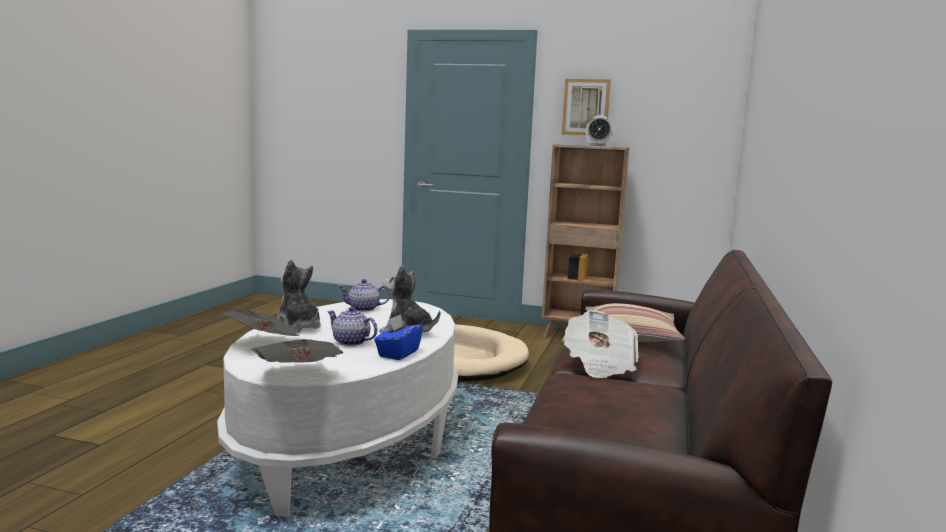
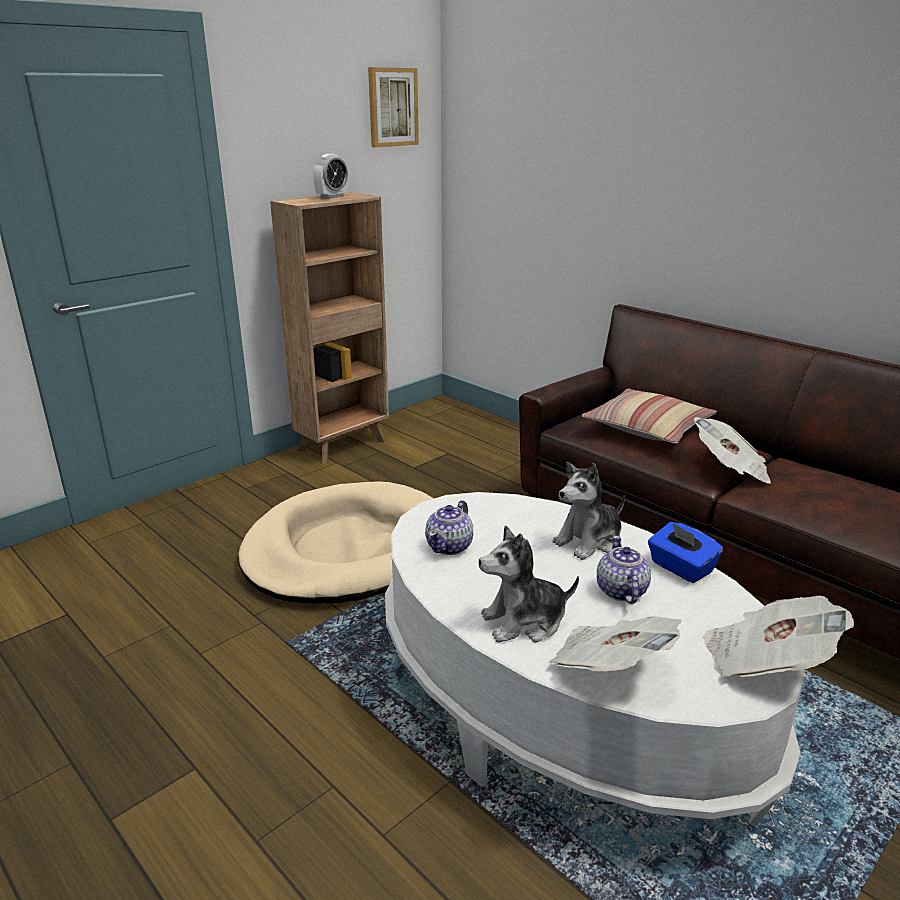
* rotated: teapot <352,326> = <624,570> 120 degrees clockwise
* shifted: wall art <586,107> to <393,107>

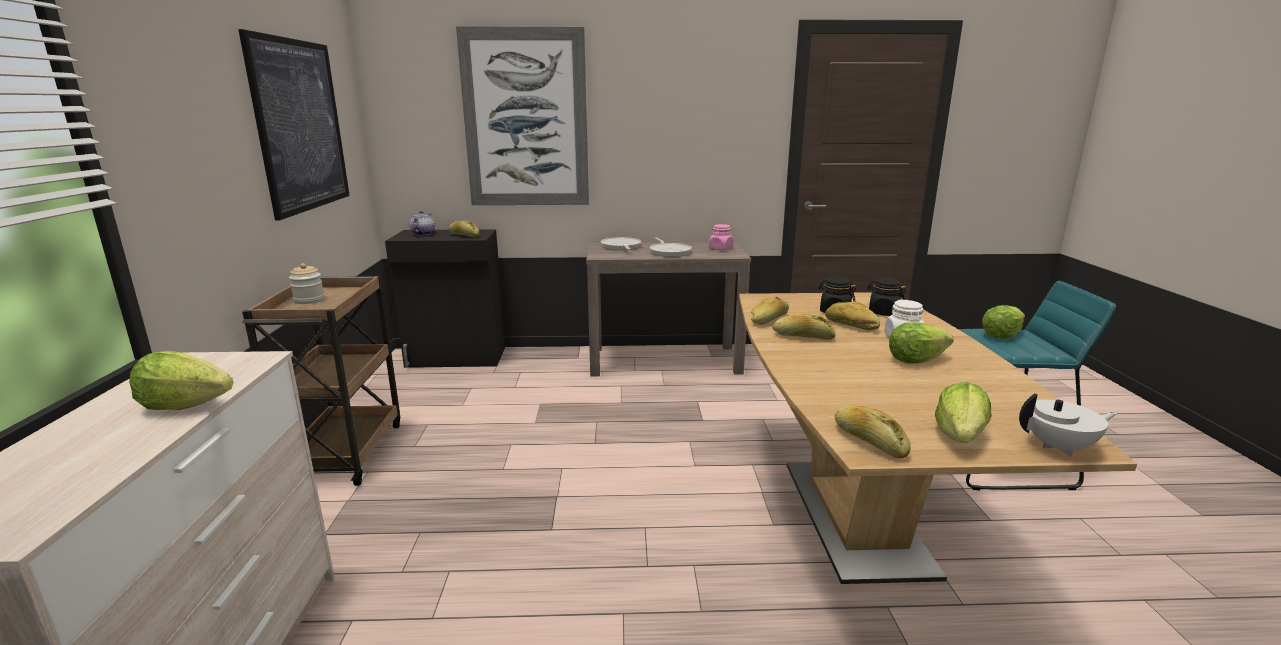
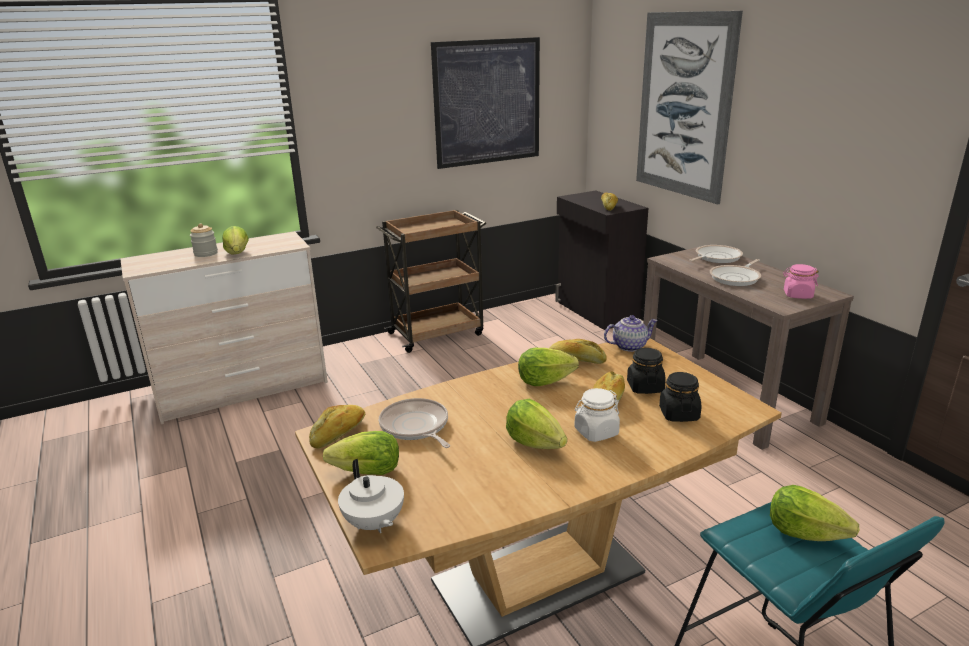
* shifted: preserve jar <306,283> to <204,240>
* shifted: teapot <422,223> to <631,333>
* swapped: bakery bread <803,327> to lettuce <548,367>
* new: frying pan <414,423>

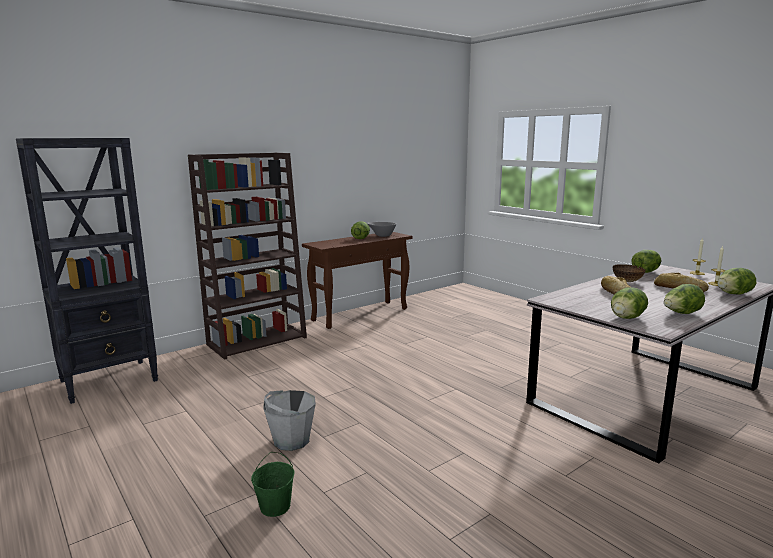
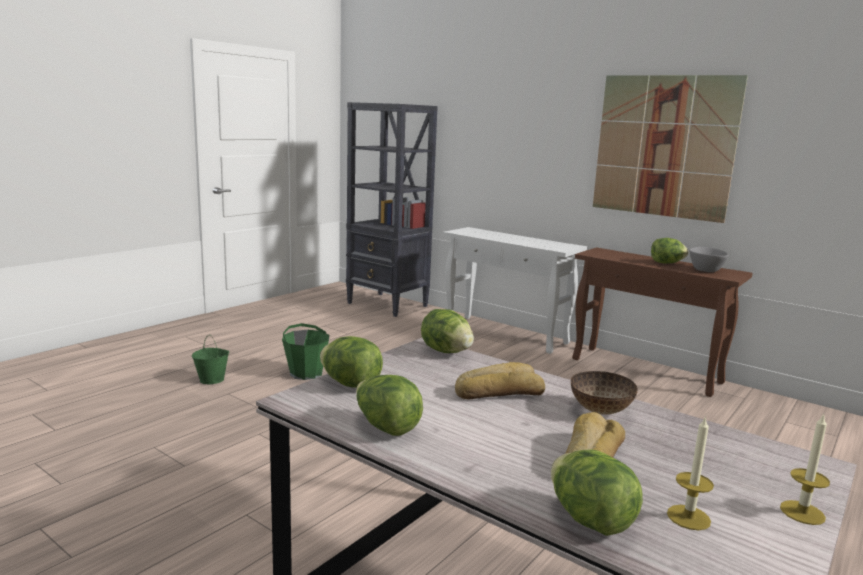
* swapped: brownish shelving unit <247,256> to white narrow table <515,290>
* repainted: gray bucket <289,420> to green-coloured bucket <306,351>
* shifted: lettuce <646,261> to <447,331>
* new: wall art <670,149>

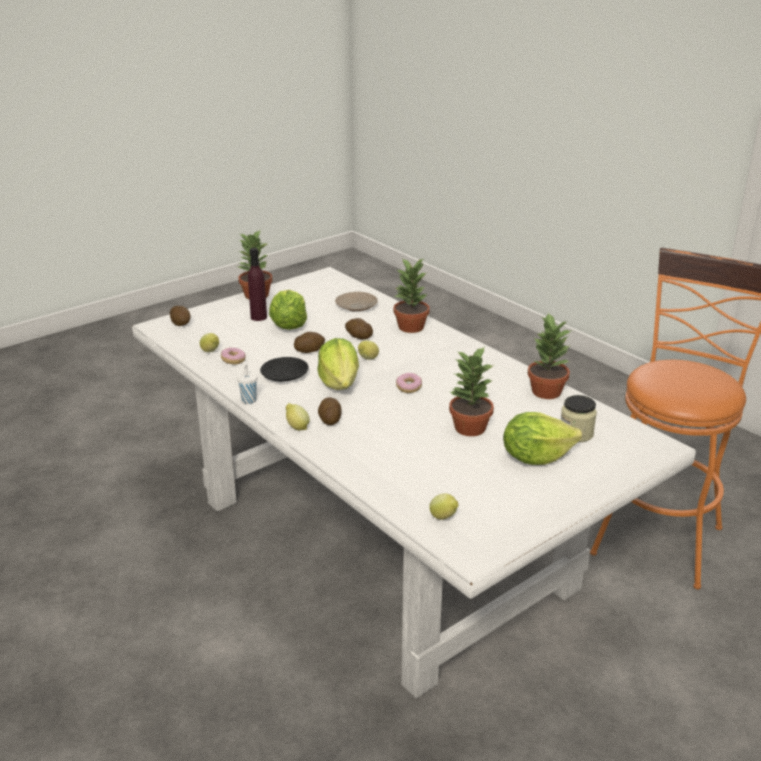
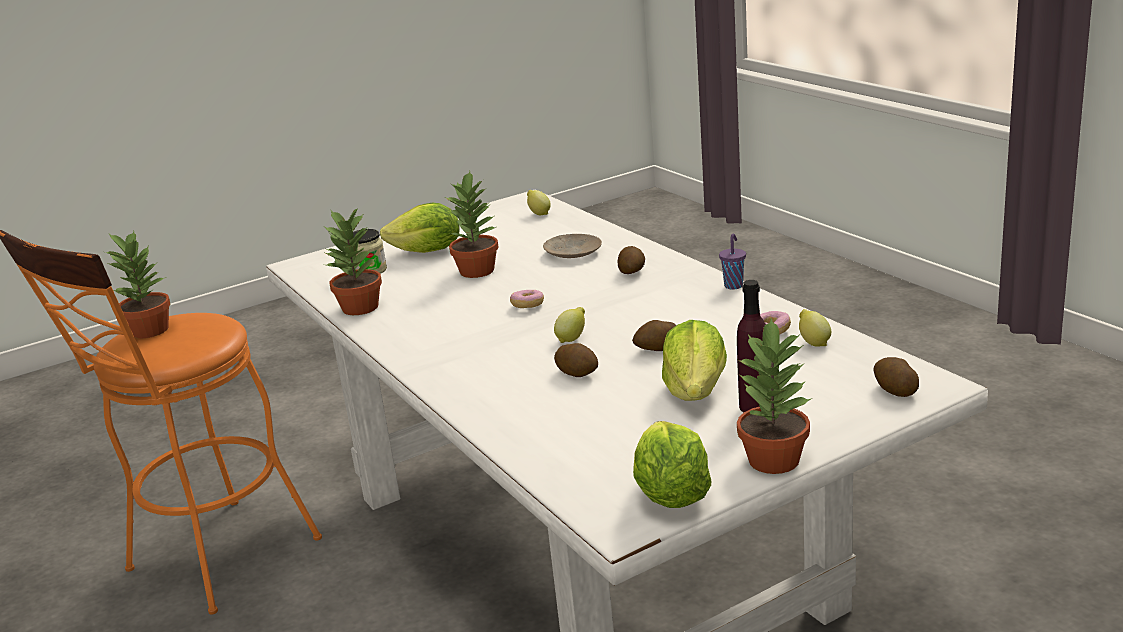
* repainted: white small cup <247,384> to purple-coloured small cup <732,261>
* gone: black flat dish <284,369>
* gone: citrus fruit <298,416>
* shifted: lettuce <338,364> to <672,464>
* shifted: sand-coloured flat dish <356,301> to <572,246>
* shifted: plant in a pot <411,295> to <138,284>

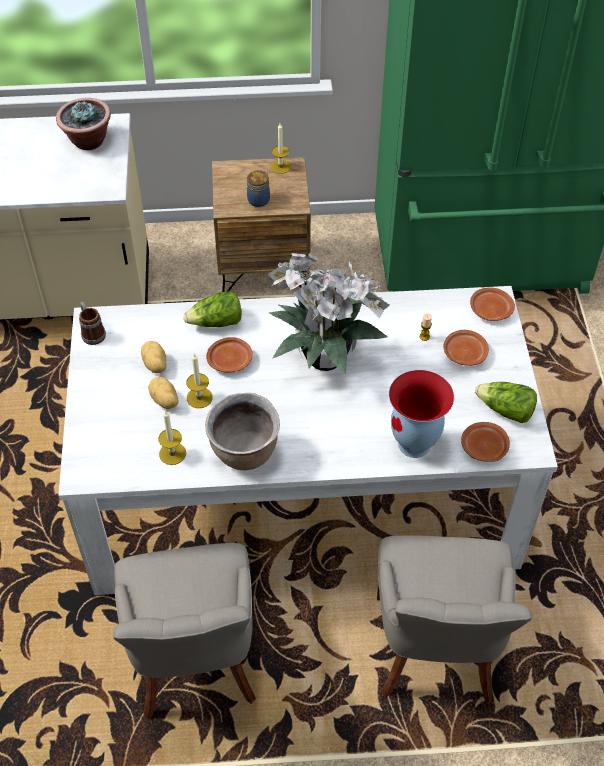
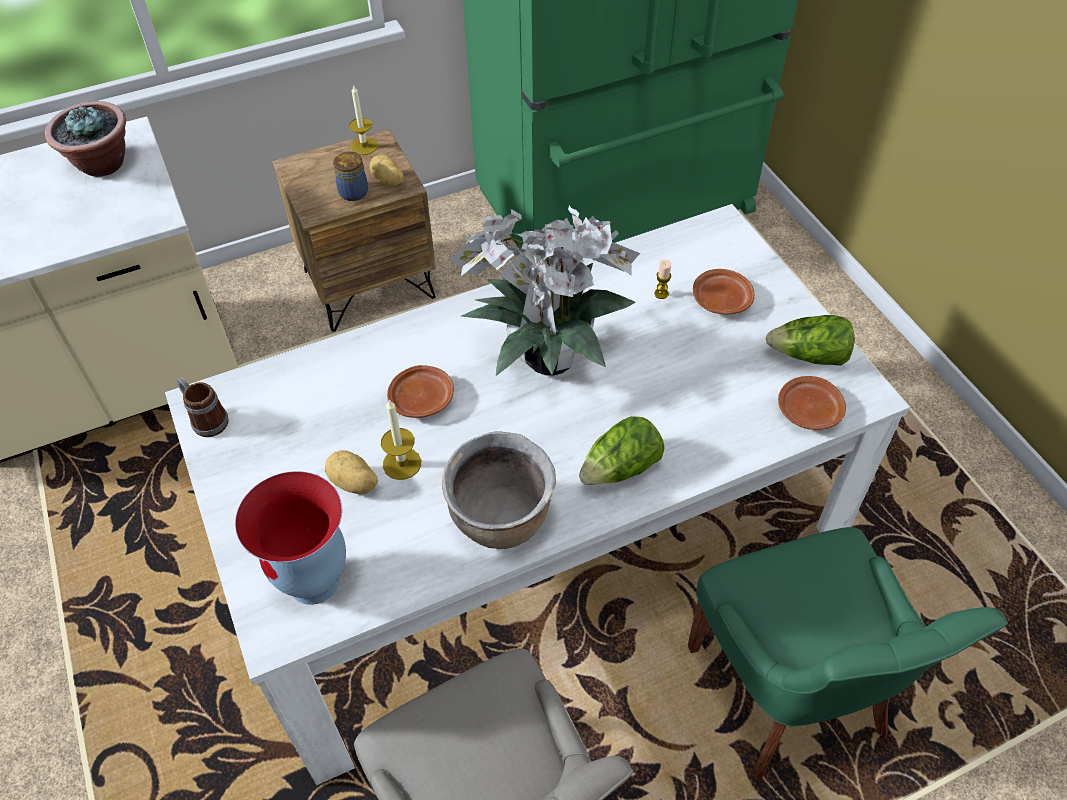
* shifted: whole potato <153,357> to <386,170>
* gone: candle <172,437>
* shifted: lettuce <212,309> to <622,450>
* repainted: gray chair <454,619> to green-coloured chair <848,653>
* shifted: decorative vase <421,414> to <290,538>
* gone: brownish flat dish <492,304>

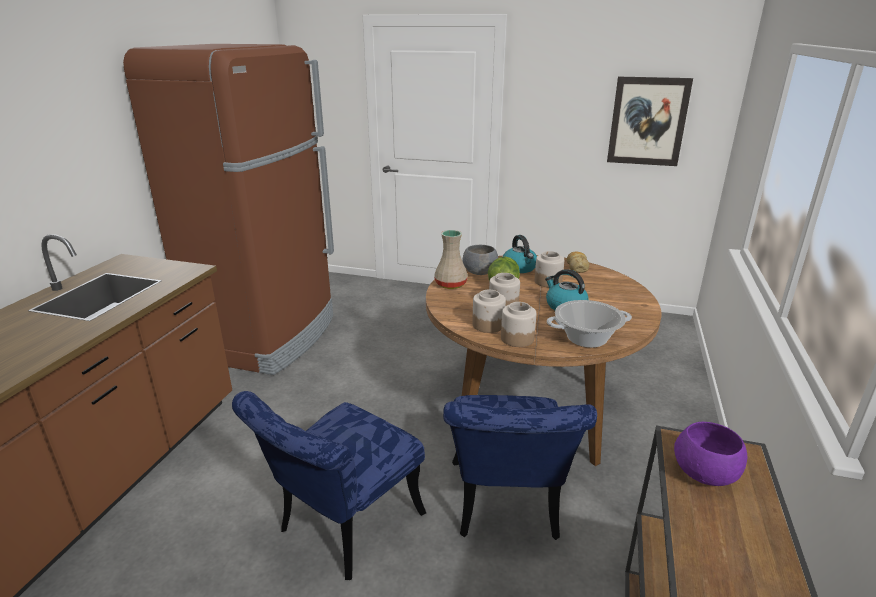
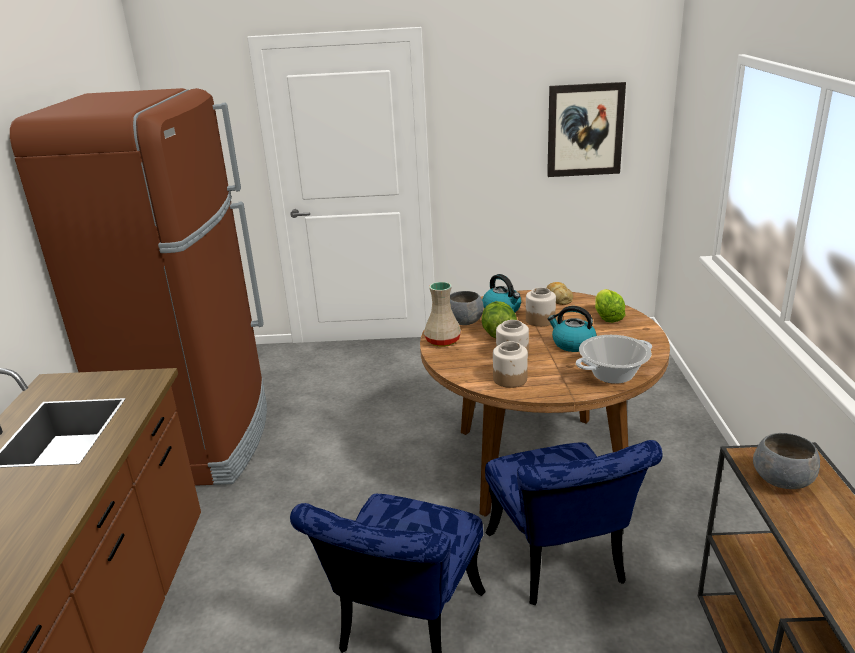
* gone: preserve jar <518,324>
* repainted: purple-coloured serving bowl <710,454> to gray serving bowl <786,461>
* new: lettuce <610,306>

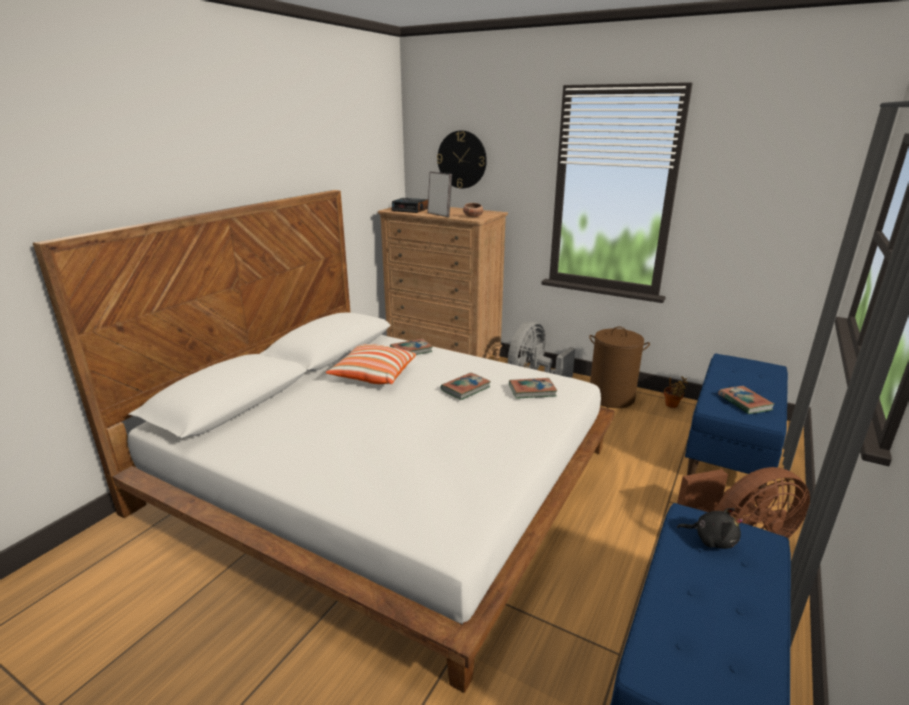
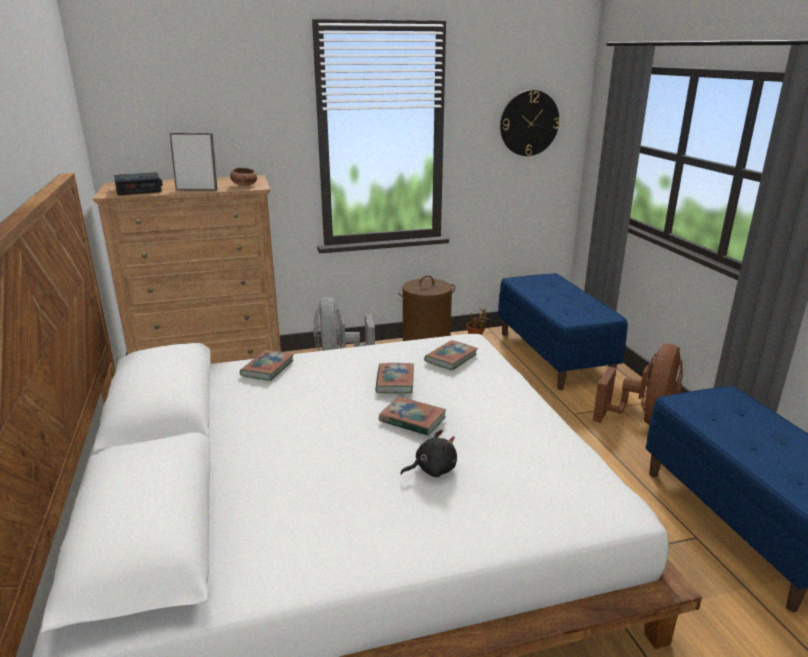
* gone: cushion <371,364>
* shifted: clock on the wall <462,159> to <530,123>
* shifted: black soft toy <710,528> to <428,453>
* shifted: bound book <746,400> to <412,416>

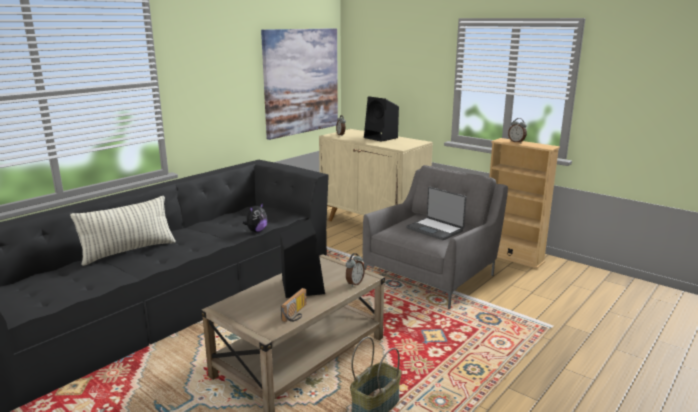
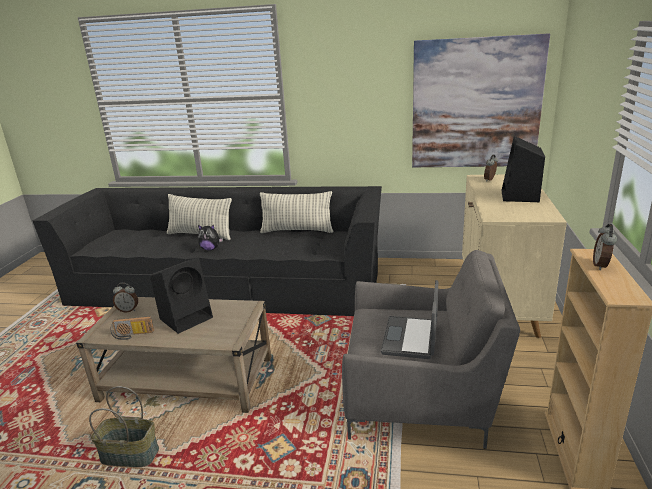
* shifted: soft toy <255,217> to <210,238>
* shifted: table clock <355,270> to <125,297>
* new: cushion <296,212>

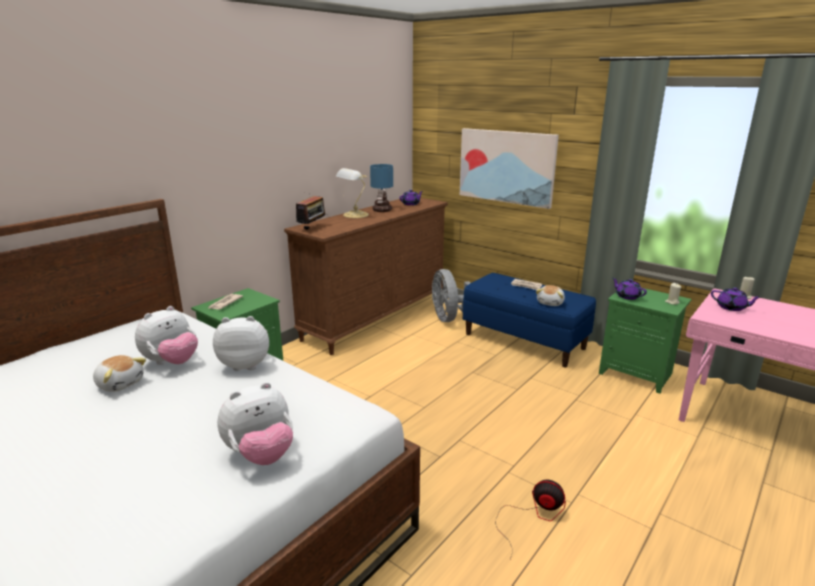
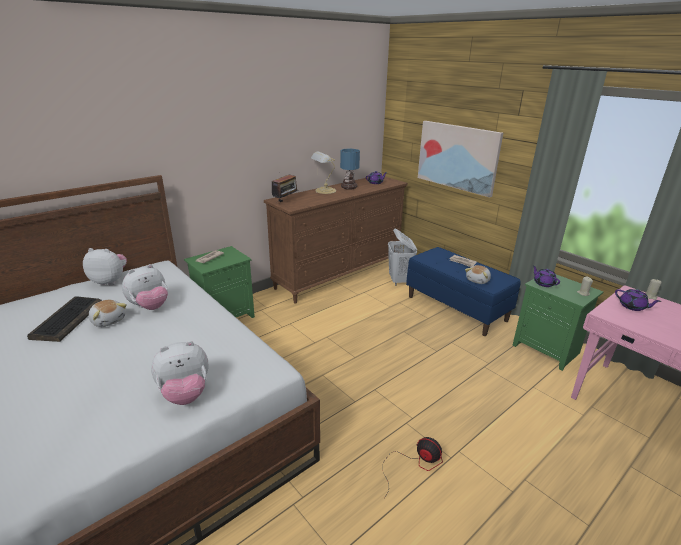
* shifted: soft toy <241,343> to <105,267>
* swapped: gray electric fan <451,295> to white hamper <402,257>
* new: computer keyboard <64,319>

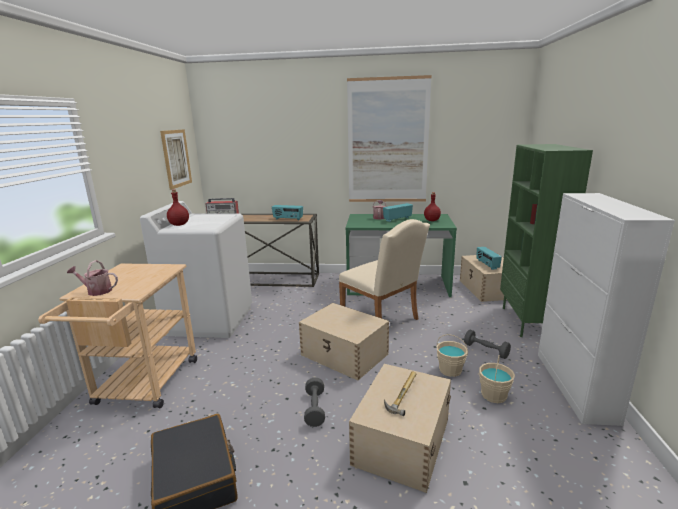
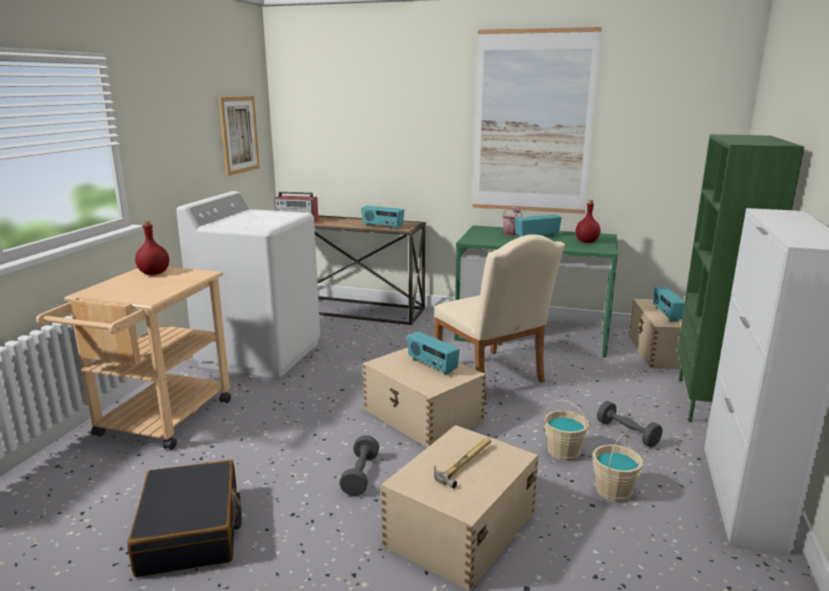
* gone: watering pot <92,278>
* shifted: red drink bottle <178,207> to <152,247>
* new: radio <433,353>

